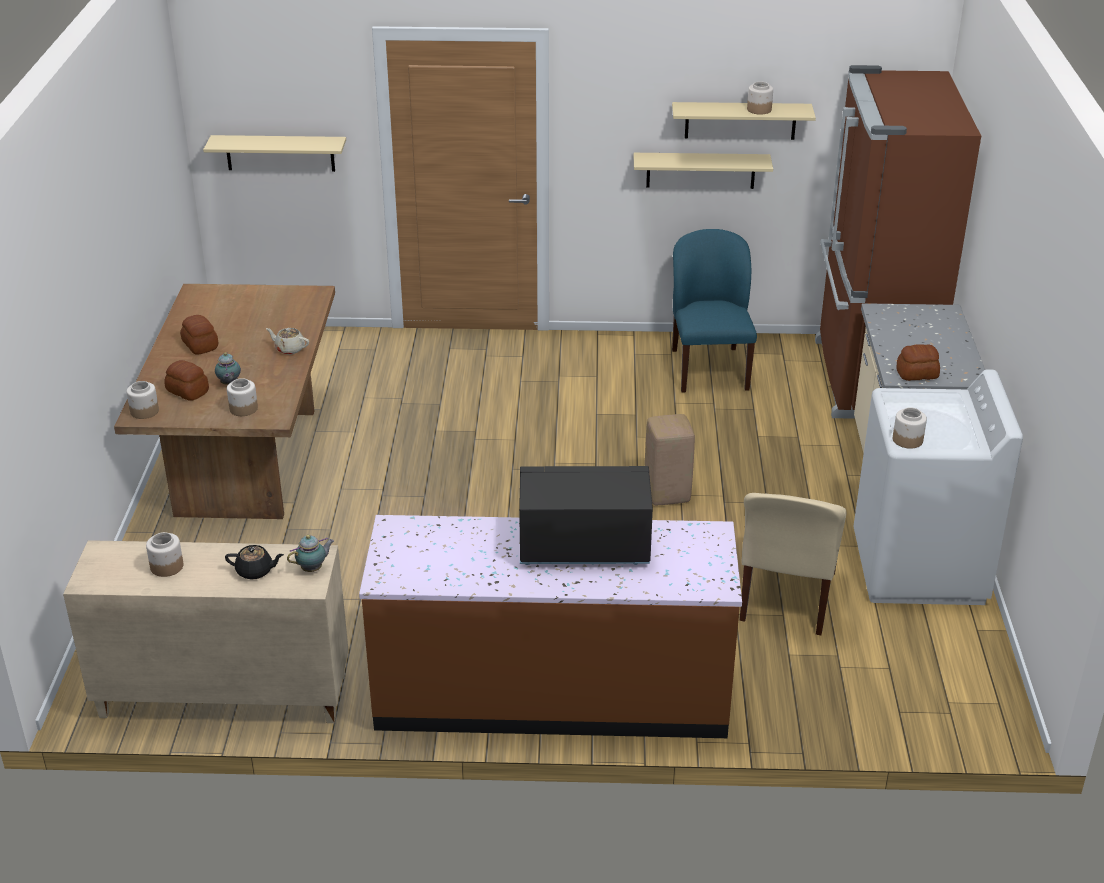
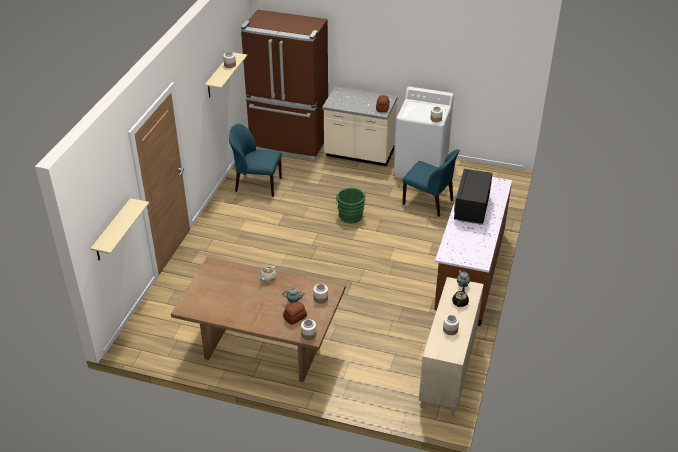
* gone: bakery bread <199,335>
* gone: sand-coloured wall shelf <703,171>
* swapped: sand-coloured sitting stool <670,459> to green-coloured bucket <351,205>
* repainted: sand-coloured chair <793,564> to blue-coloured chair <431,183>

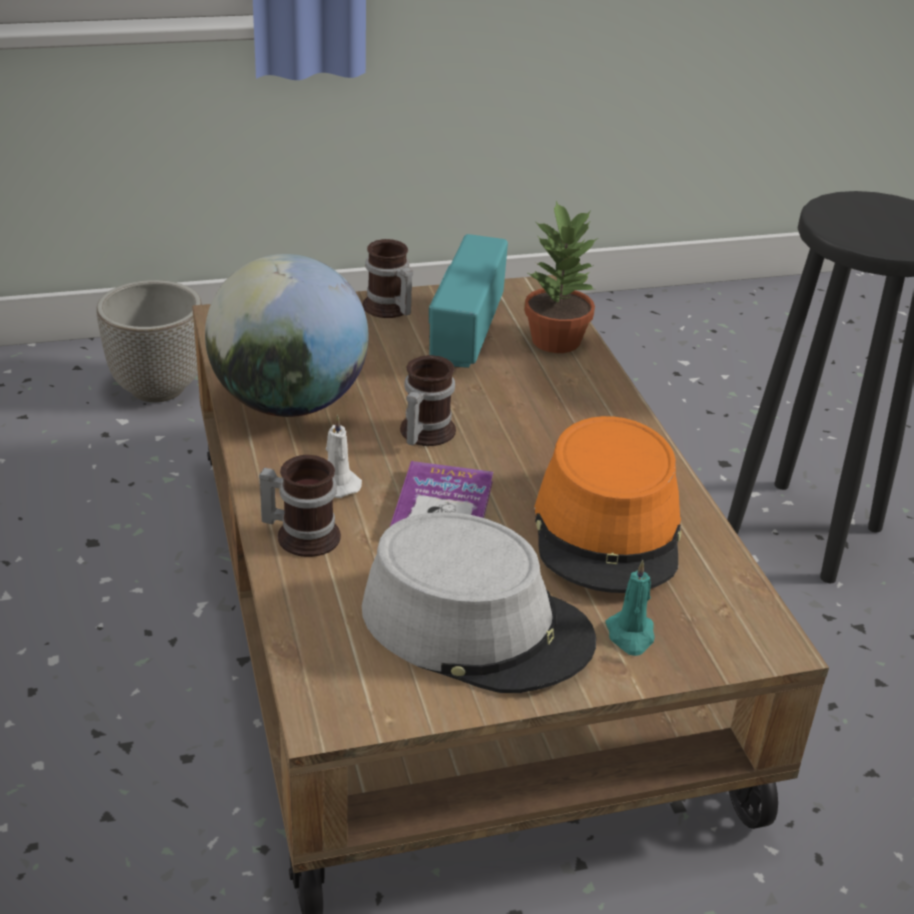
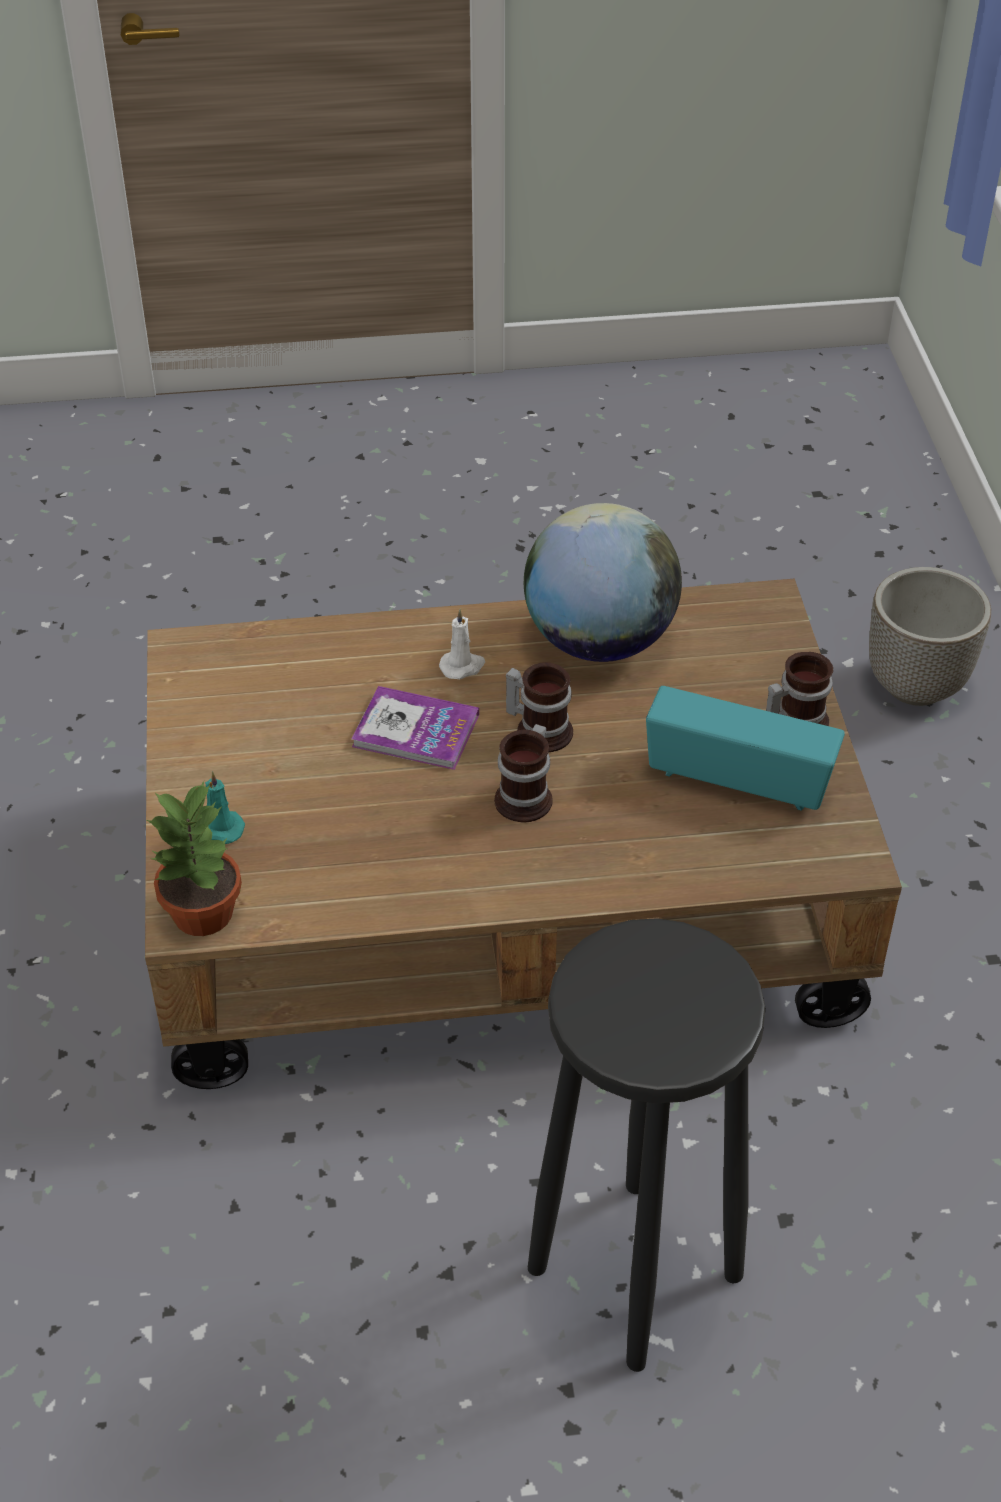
* shifted: coffee mug <300,506> to <523,773>
* gone: gray hat <479,602>
* shifted: plant in a pot <561,277> to <194,858>
* gone: orange-coloured hat <607,504>

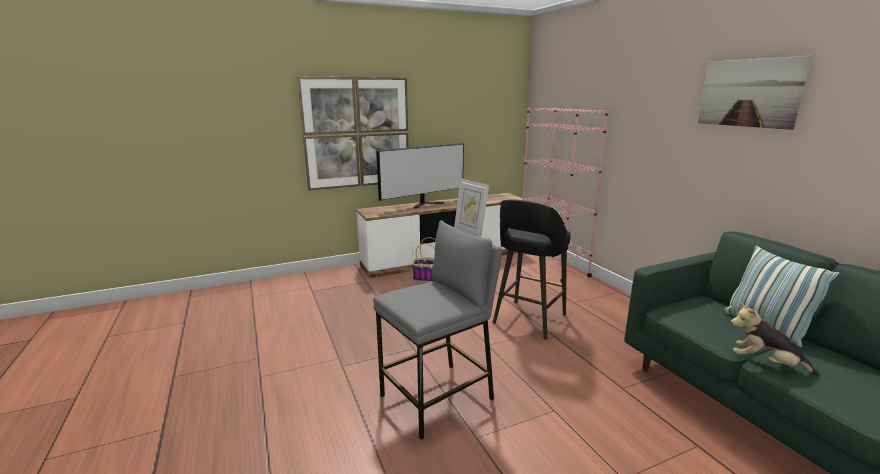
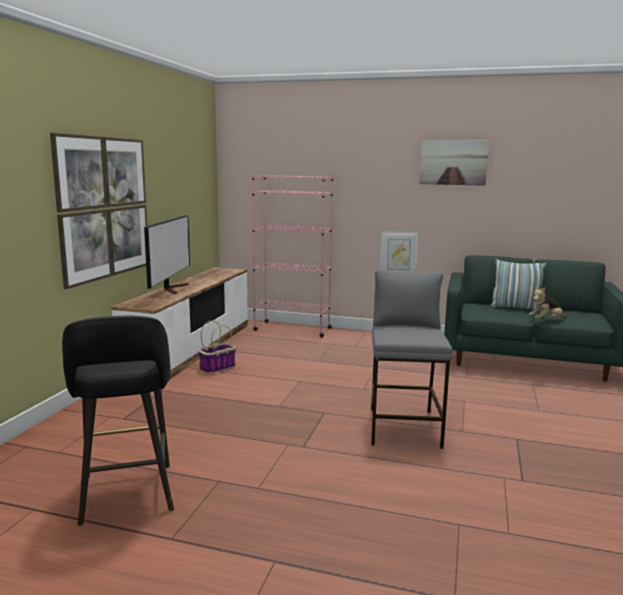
* shifted: black sitting stool <531,269> to <118,421>

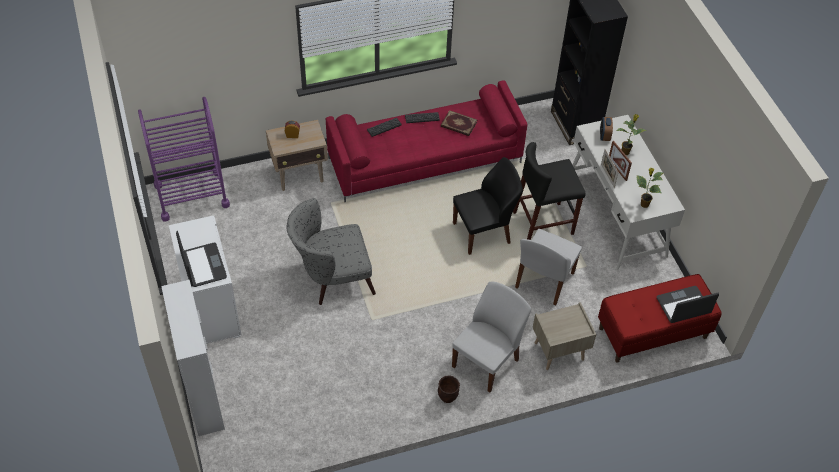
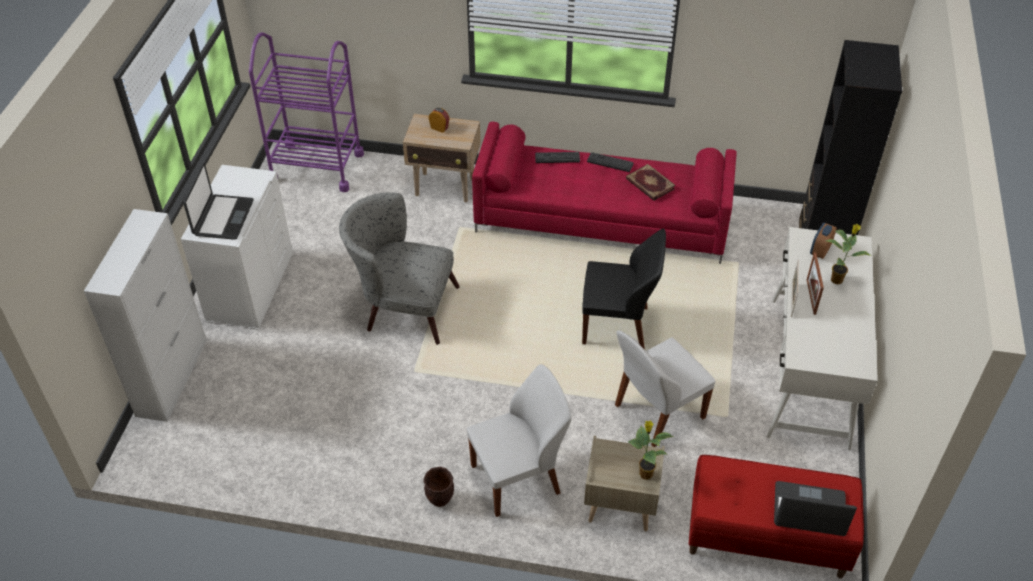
* gone: black sitting stool <549,191>
* shifted: plant in a pot <649,188> to <650,450>

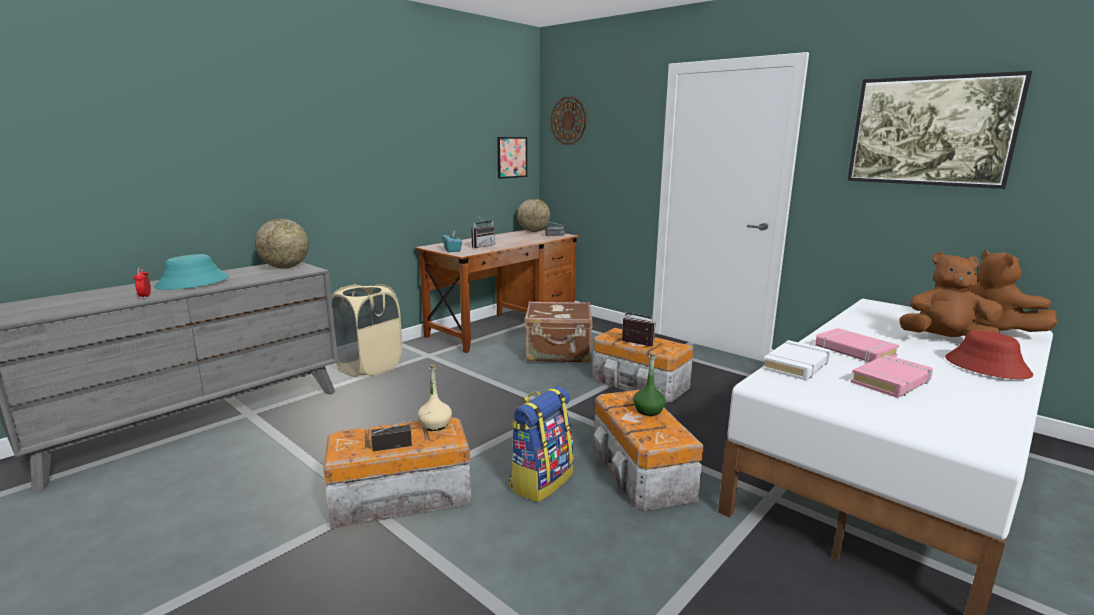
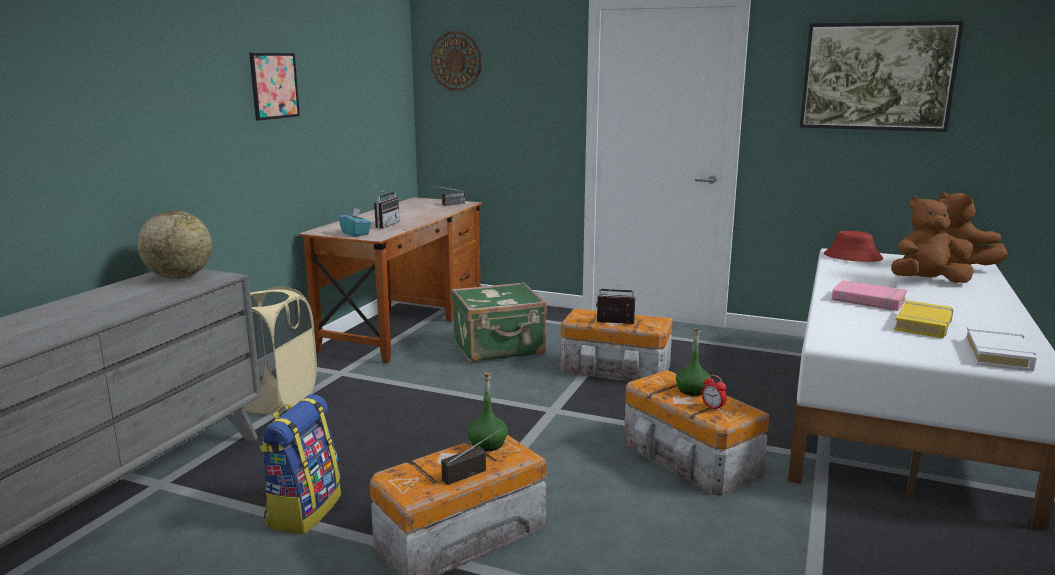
* shifted: table clock <142,283> to <714,393>
* gone: blue-green hat <191,272>
* repainted: sand-coloured drink bottle <435,398> to green-coloured drink bottle <487,411>
* shifted: wall art <512,158> to <274,87>
* shifted: backpack <541,444> to <300,464>
* gone: desk globe <533,215>
* repainted: brownish piece of luggage <558,332> to green-coloured piece of luggage <499,322>
* shifted: white bound book <796,360> to <1001,349>
* repainted: pink bound book <892,376> to yellowish bound book <923,319>
* shifted: red hat <989,355> to <854,246>

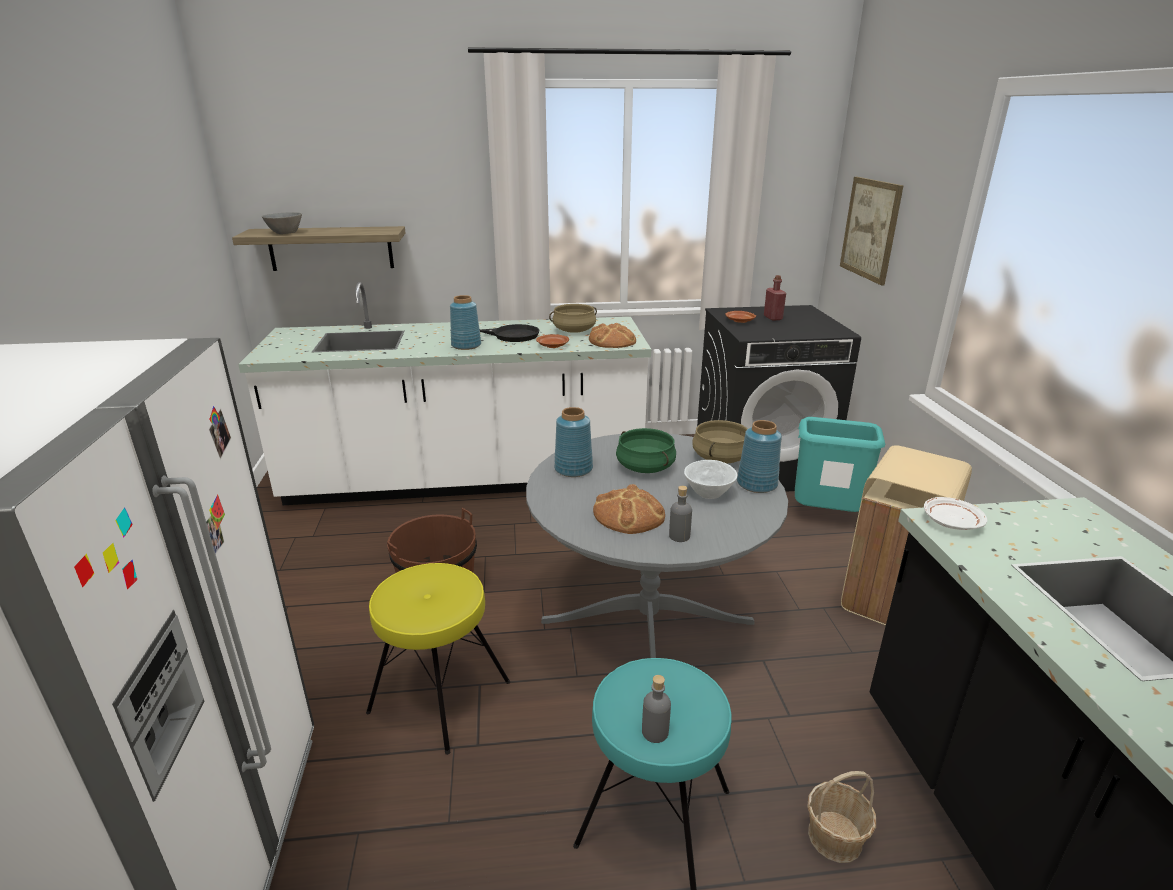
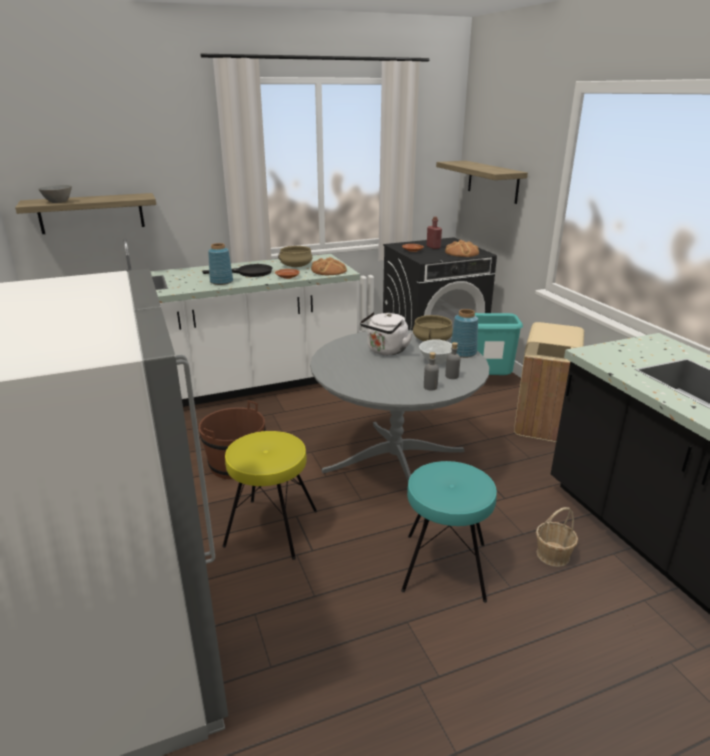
* gone: blue-coloured decorative vase <573,442>
* shifted: bakery bread <629,509> to <462,248>
* swapped: green-coloured stockpot <646,450> to white tea kettle <386,333>
* shifted: gray drink bottle <656,709> to <453,360>
* swapped: wall art <872,231> to wall shelf <482,182>
* gone: white flat dish <955,513>

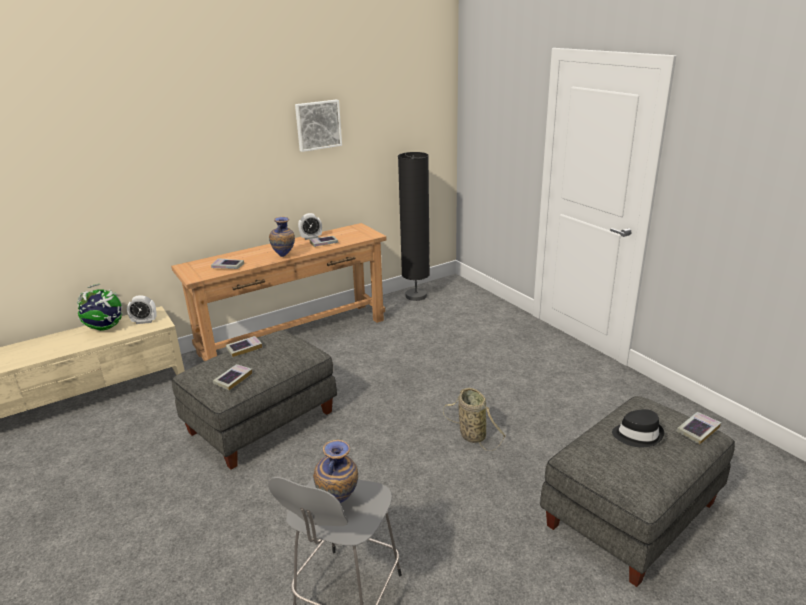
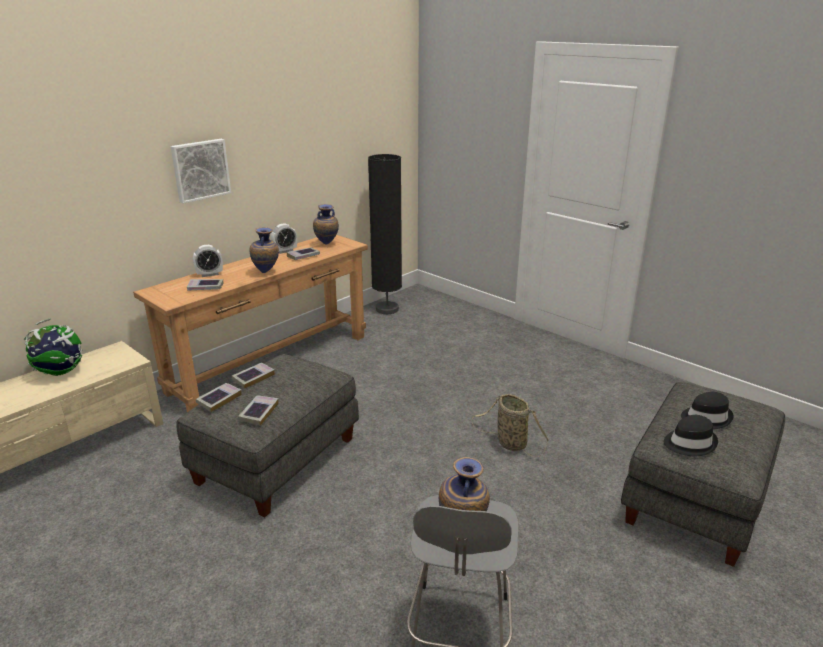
* shifted: table clock <141,309> to <208,261>
* shifted: wall art <318,125> to <201,171>
* shifted: bound book <699,428> to <219,397>
* new: decorative vase <326,224>
* new: black hat <691,435>

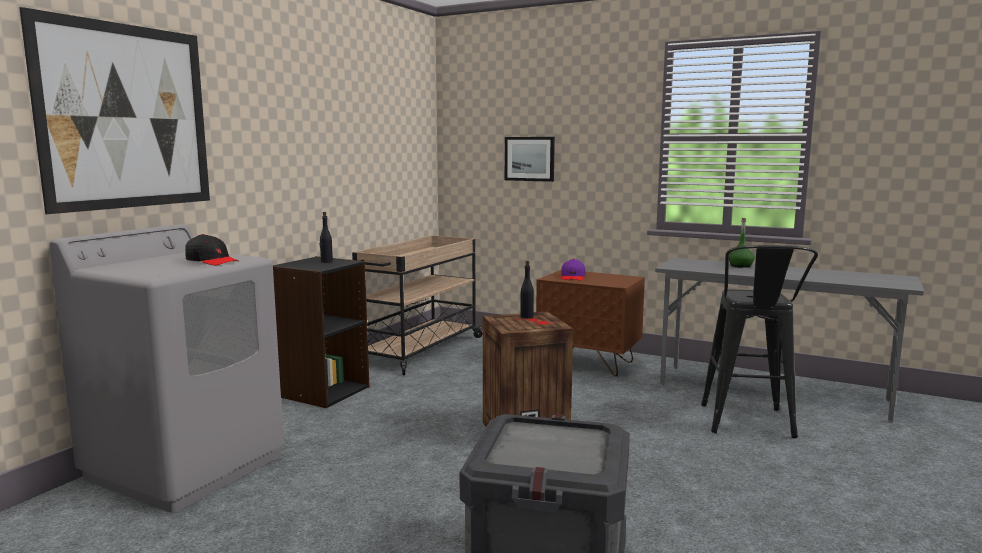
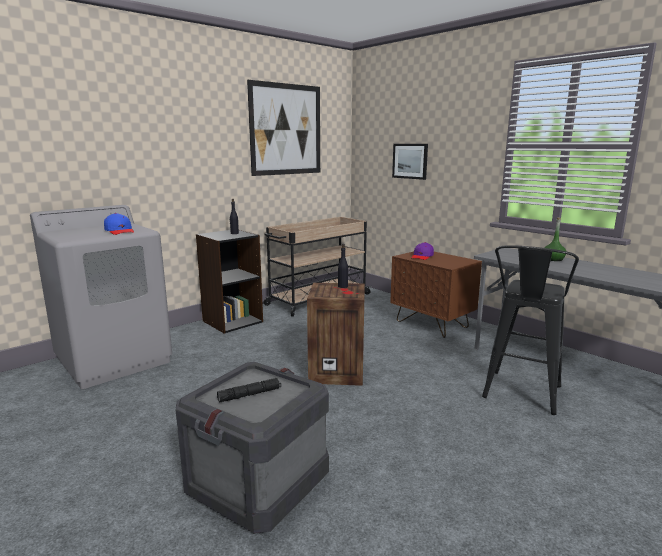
* shifted: wall art <114,110> to <283,128>
* repainted: black cap <211,249> to blue-coloured cap <119,224>
* new: black torch <249,390>

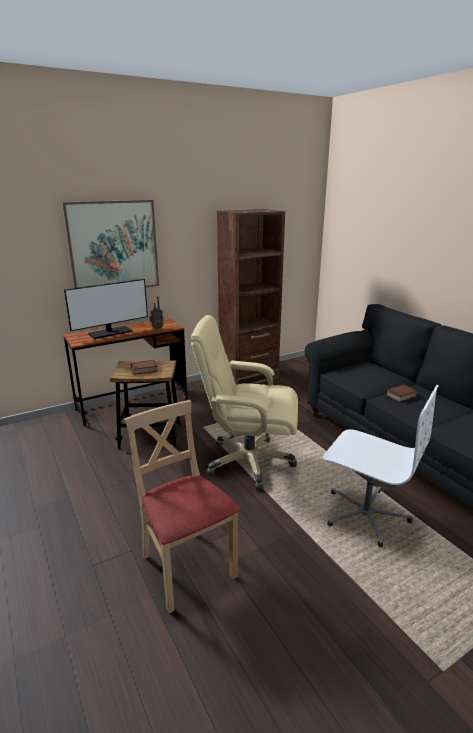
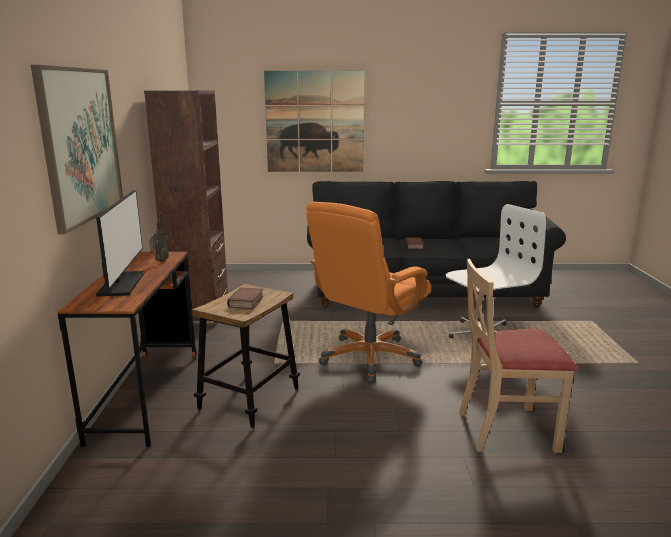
* repainted: sand-coloured computer chair <244,402> to orange-coloured computer chair <368,292>
* new: wall art <314,121>

